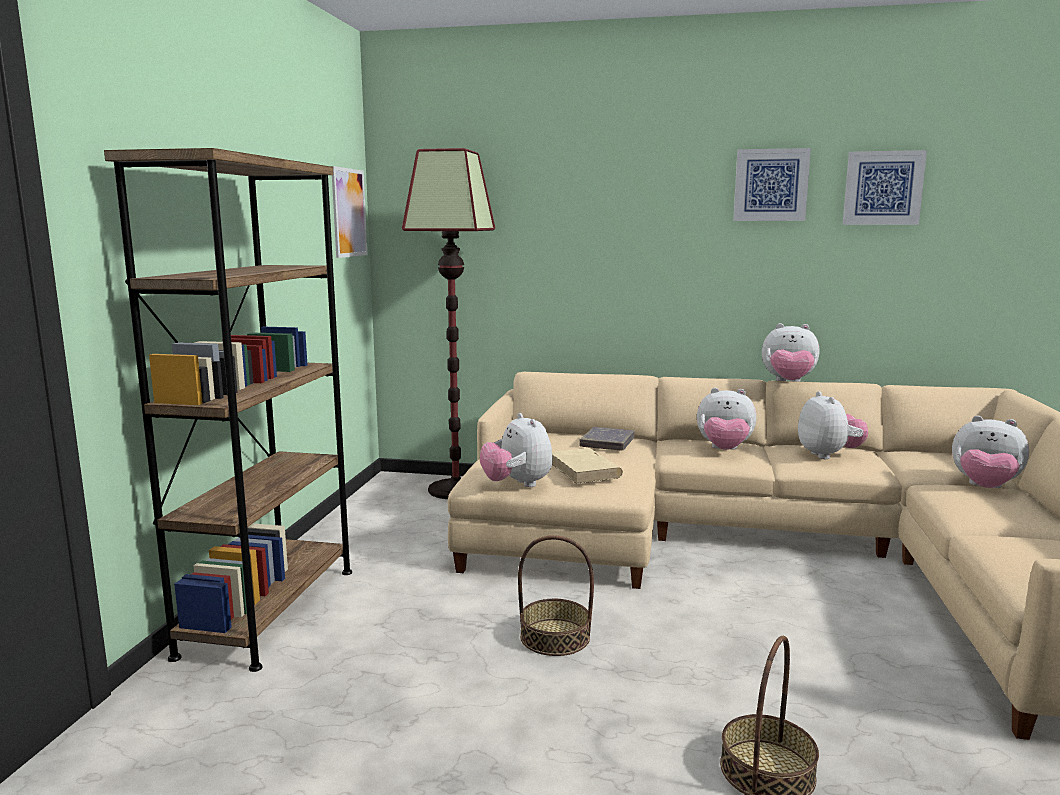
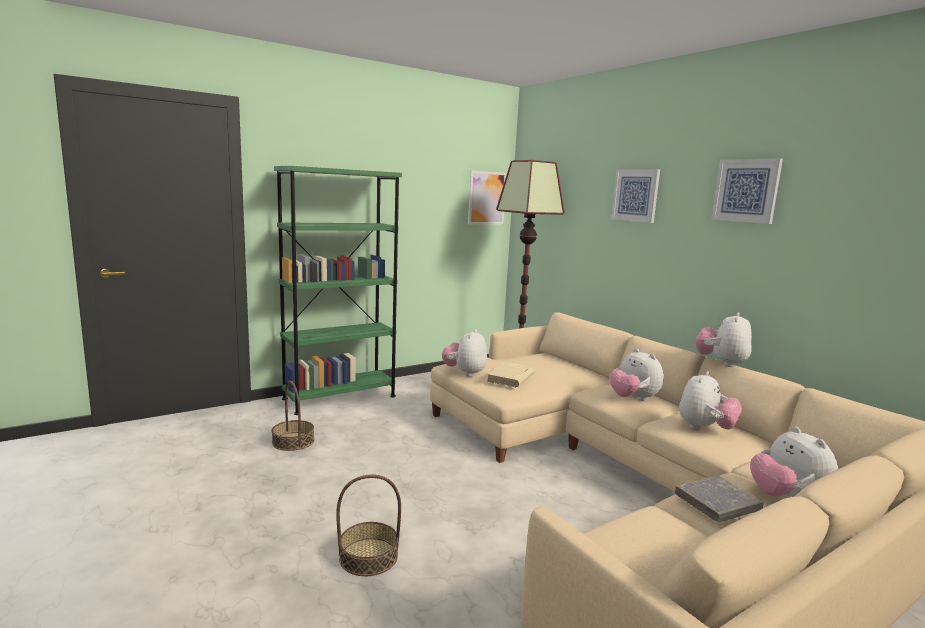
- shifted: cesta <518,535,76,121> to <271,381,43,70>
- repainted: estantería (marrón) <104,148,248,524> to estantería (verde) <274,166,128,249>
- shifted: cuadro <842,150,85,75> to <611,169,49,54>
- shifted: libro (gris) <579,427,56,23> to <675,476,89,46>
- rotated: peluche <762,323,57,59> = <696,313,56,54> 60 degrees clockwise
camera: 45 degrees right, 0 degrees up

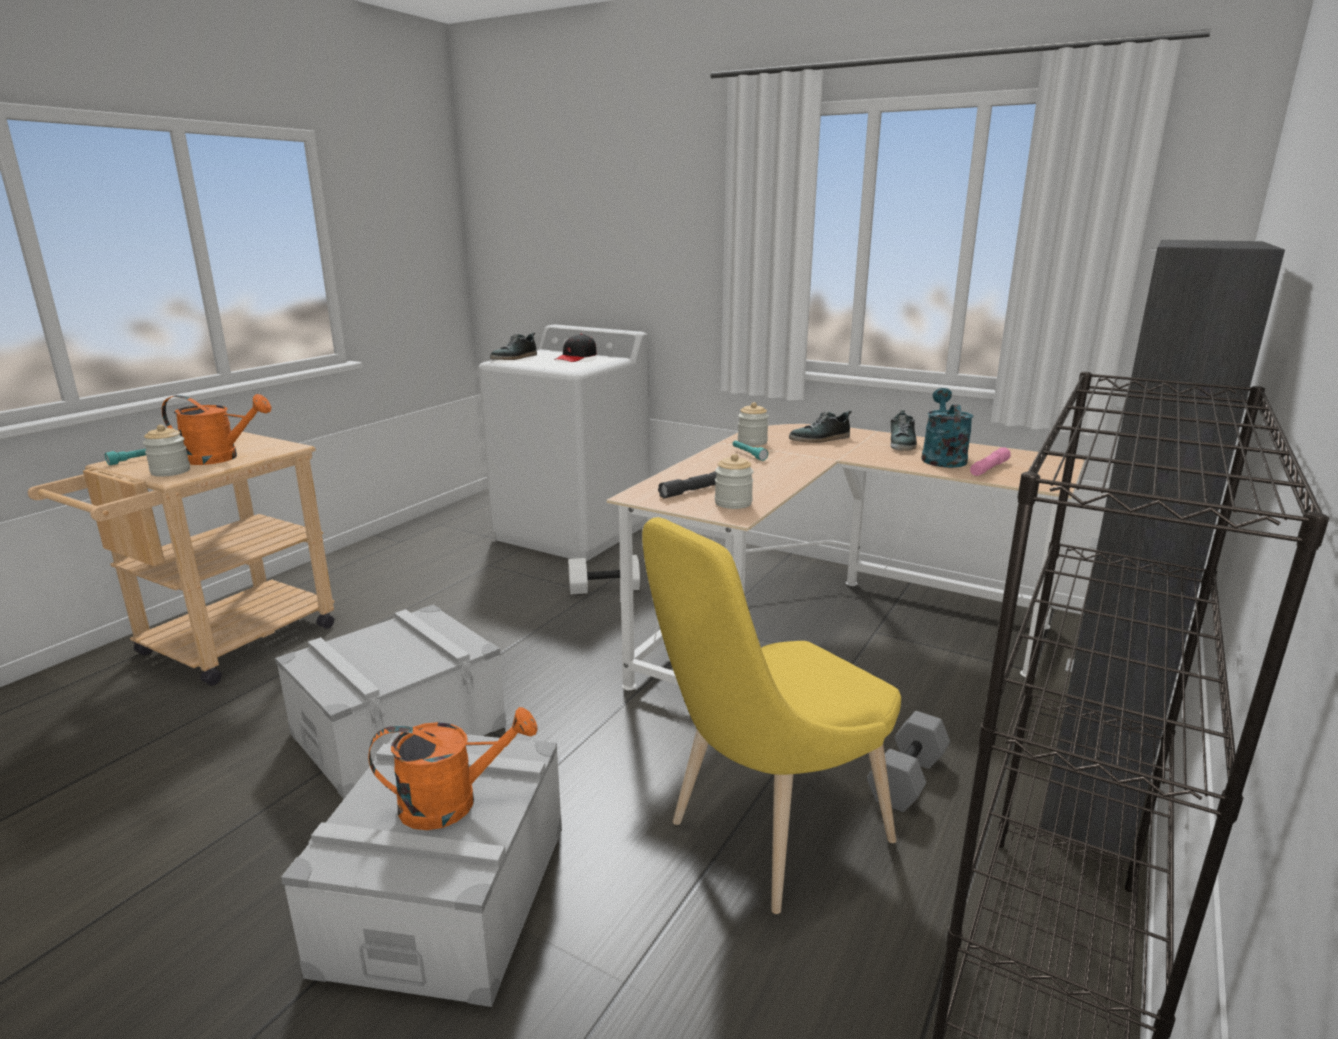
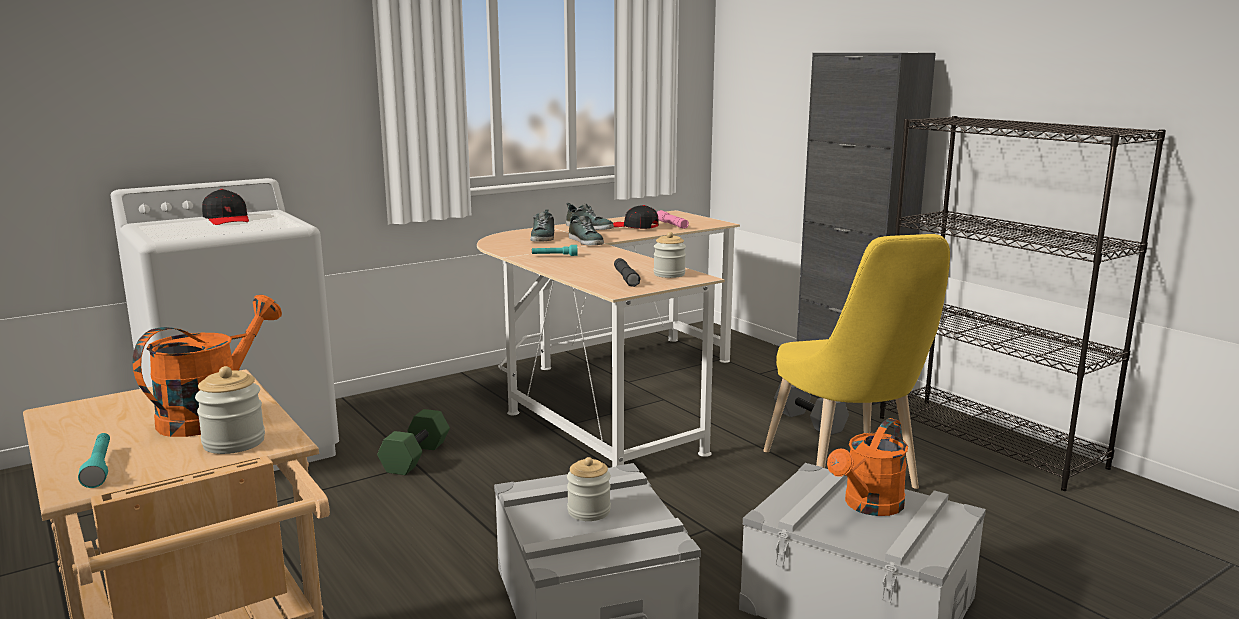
- repainted: mancuerna (blanco) <568,555,72,39> to mancuerna (verde) <377,409,73,66>
- shifted: tarro <738,402,31,44> to <567,457,44,64>
- shifted: zapato <490,332,47,28> to <569,213,35,32>
- swapped: regadera (turquesa) <921,388,53,80> to gorra (negro) <613,205,46,24>
- rotated: regadera (naranja) <368,707,170,123> = <827,418,81,98> 150 degrees counterclockwise
camera: 65 degrees left, 5 degrees down

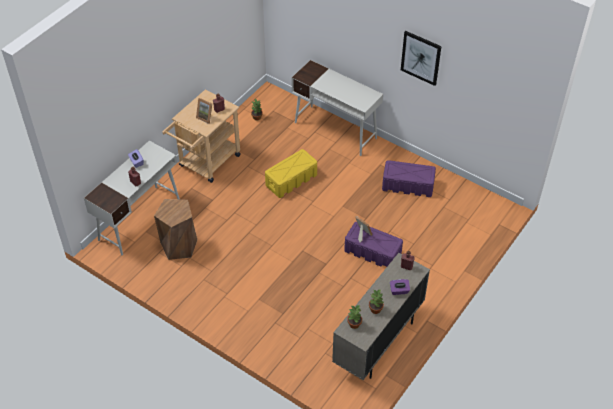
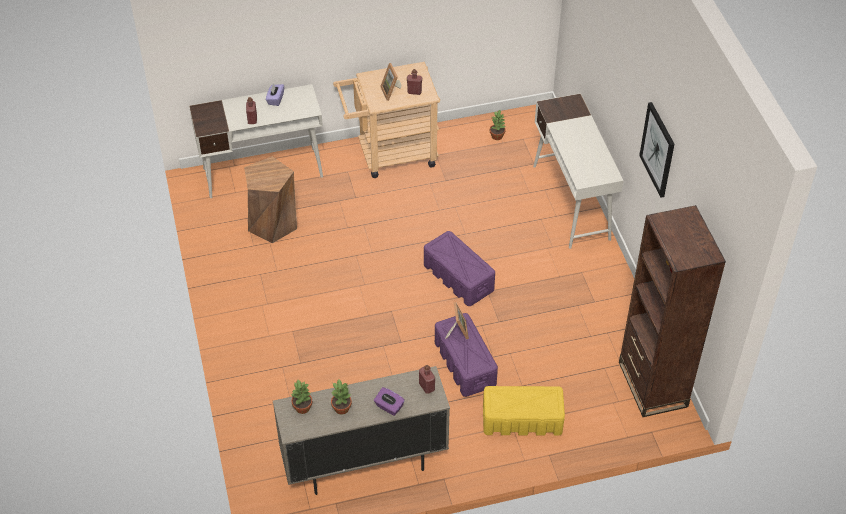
- shifted: caja de almacenaje (morado) <382,160,54,37> to <424,231,71,75>
- shifted: caja de almacenaje (amarillo) <265,149,52,49> to <483,386,82,50>
- new: estantería (marrón) <619,205,107,212>
camera: 40 degrees right, 0 degrees up

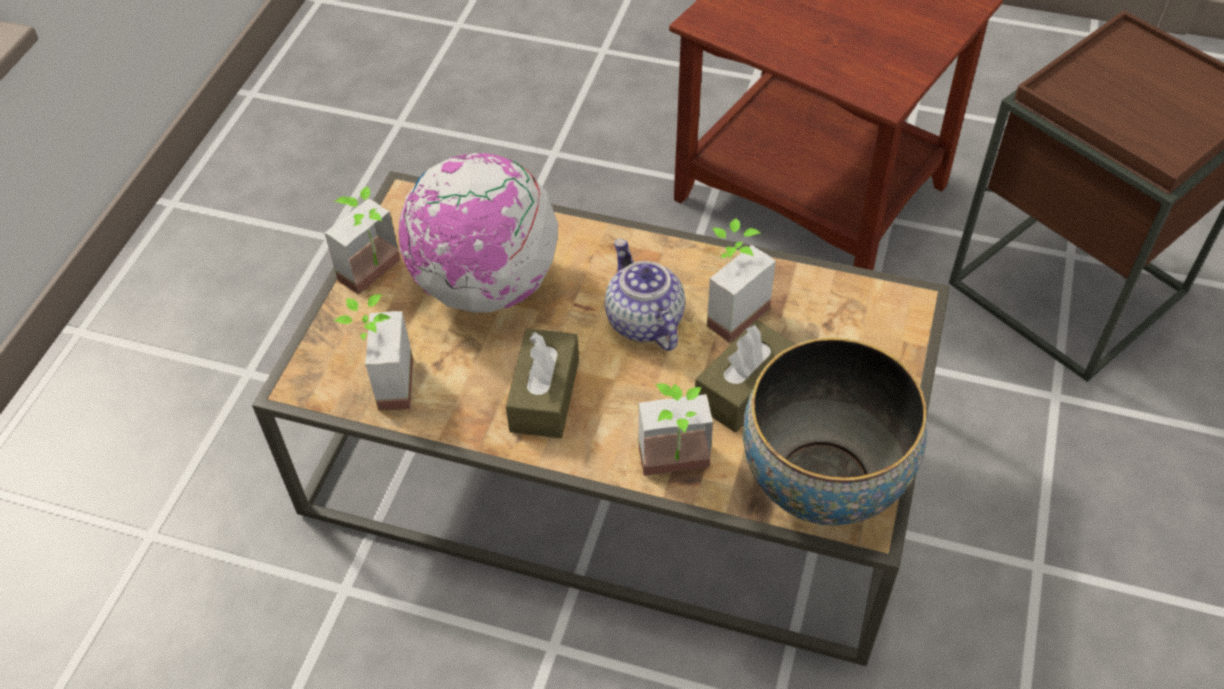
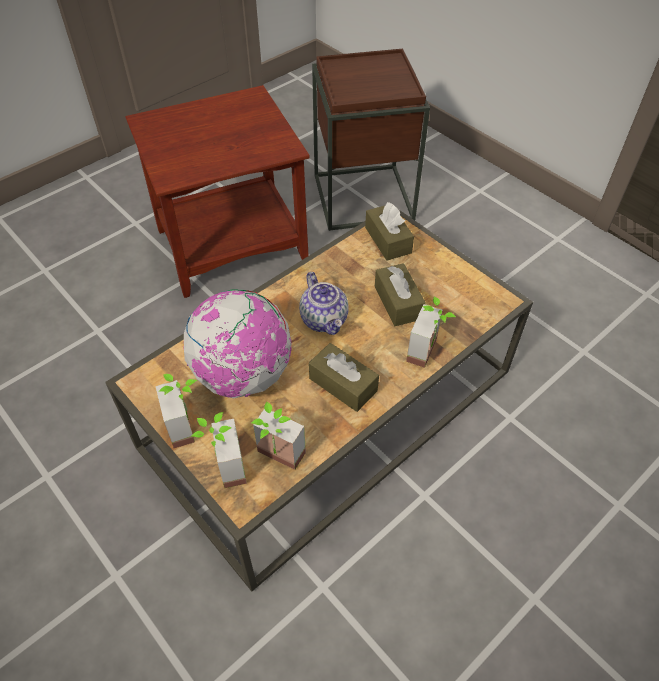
- shifted: planta en maceta <707,218,69,125> to <191,412,56,76>
- rotated: tetera <605,239,80,112> = <299,272,50,63> 120 degrees counterclockwise
- new: caja de pañuelos (marrón) <365,202,49,59>
- gone: cuenco <743,337,184,189>
camera: 60 degrees left, 0 degrees up

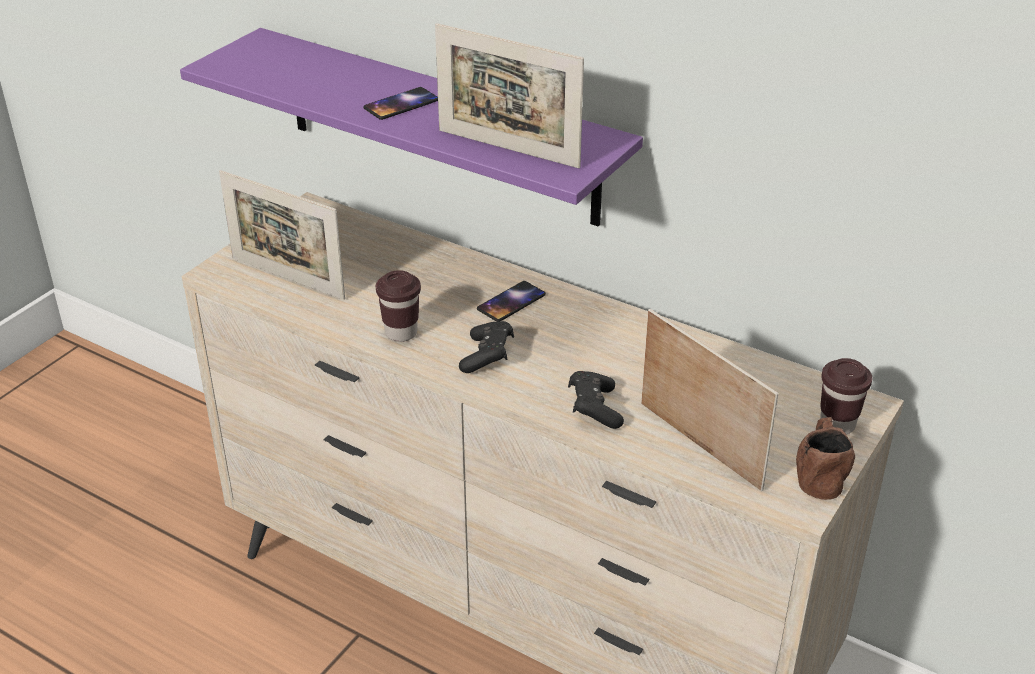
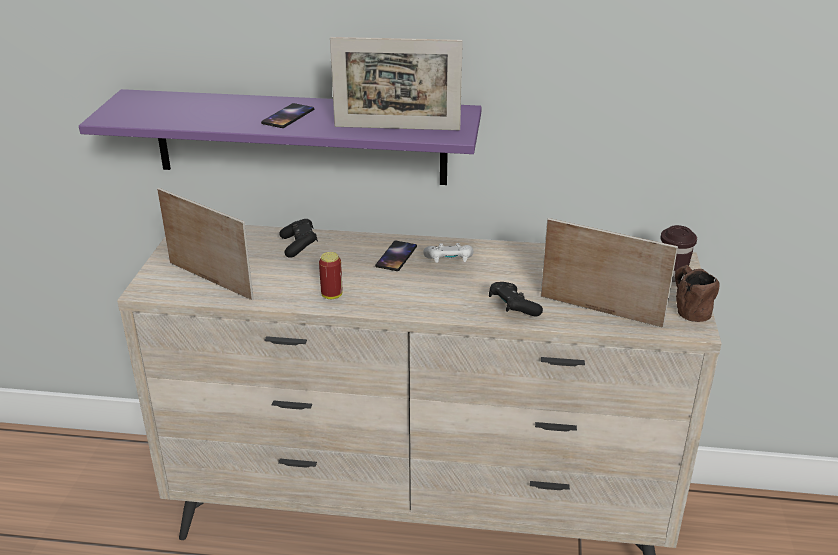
- rotated: portarretratos <219,170,126,130> = <157,188,97,112> 150 degrees counterclockwise
- shifted: mando de consola (negro) <459,321,55,52> to <279,219,39,39>
- swapped: taza (marrón) <376,270,45,72> to lata <319,252,24,47>
- new: mando de consola (blanco) <423,243,51,20>
camera: 25 degrees left, 5 degrees down

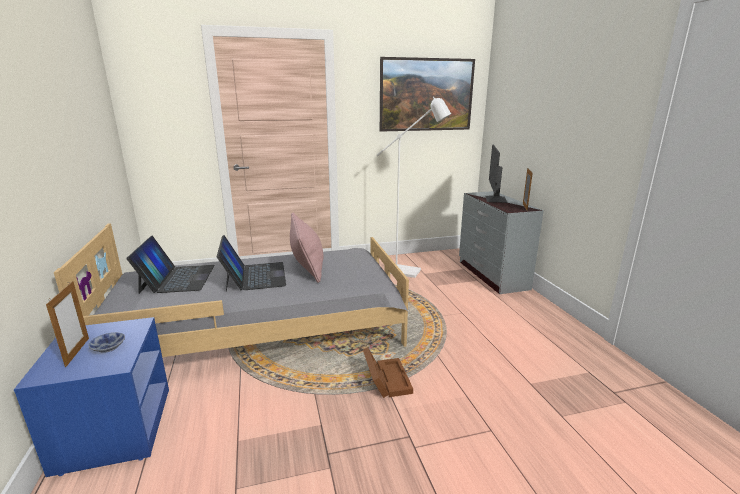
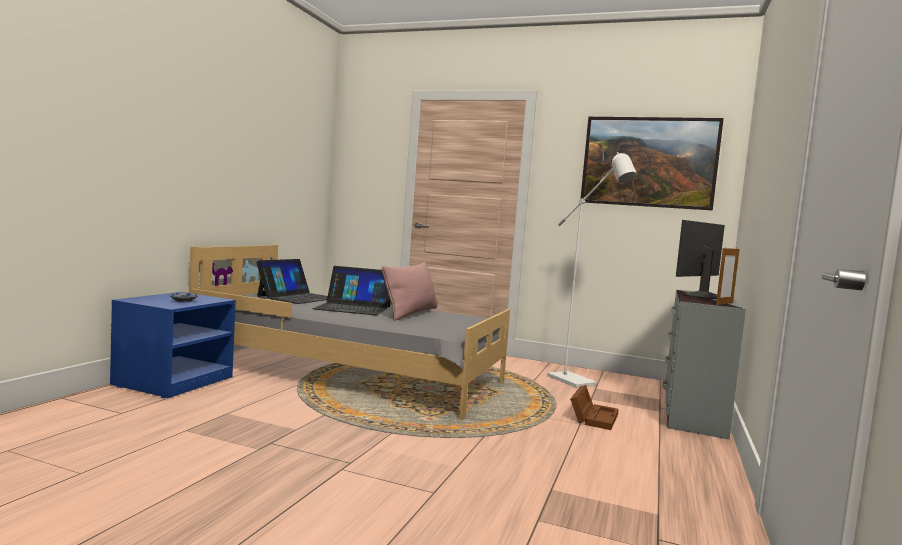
- rotated: portátil <217,235,69,57> = <312,266,78,49> 75 degrees clockwise
- shifted: caja de almacenaje (marrón) <363,347,50,51> to <570,385,49,45>
- gone: portarretratos <46,281,43,86>
camera: 35 degrees right, 15 degrees down

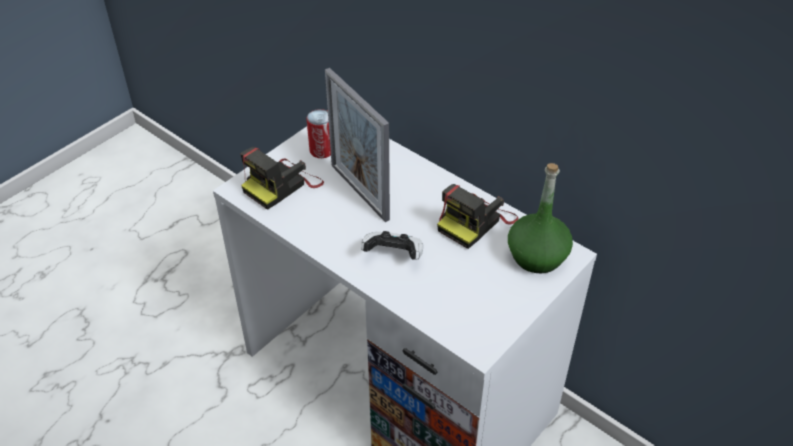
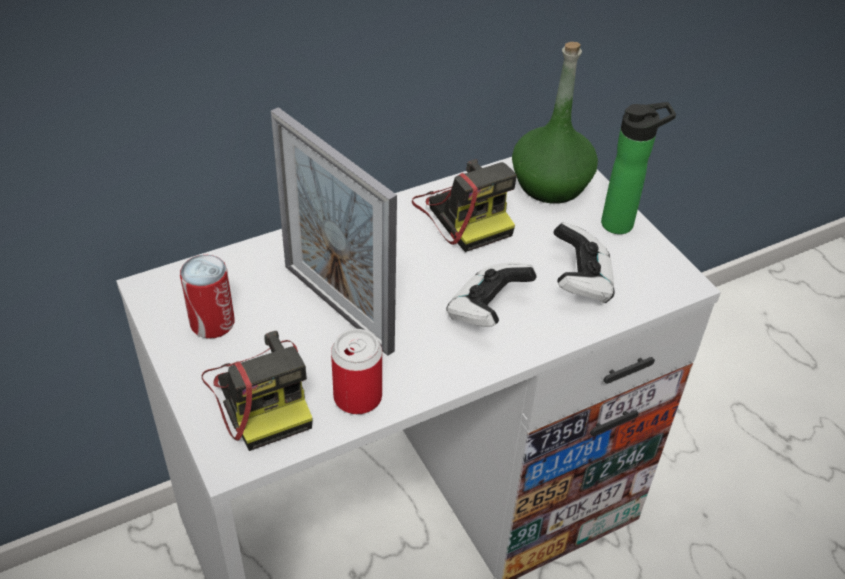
- rotated: portarretratos <325,68,65,154> = <271,107,126,249> 60 degrees clockwise
- new: lata <331,329,51,85>
- new: mando de consola <554,222,61,81>
- new: botella <601,102,75,132>
camera: 70 degrees left, 0 degrees up

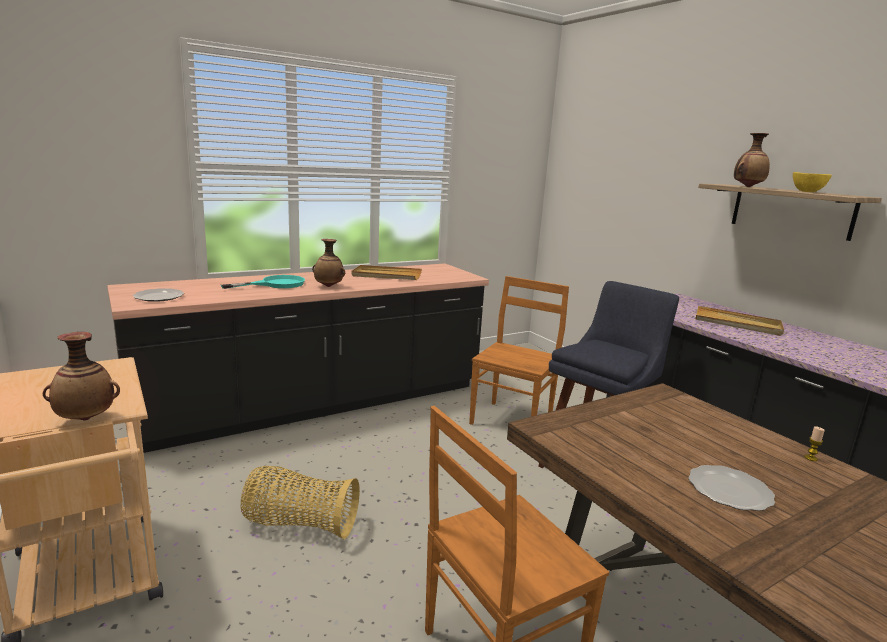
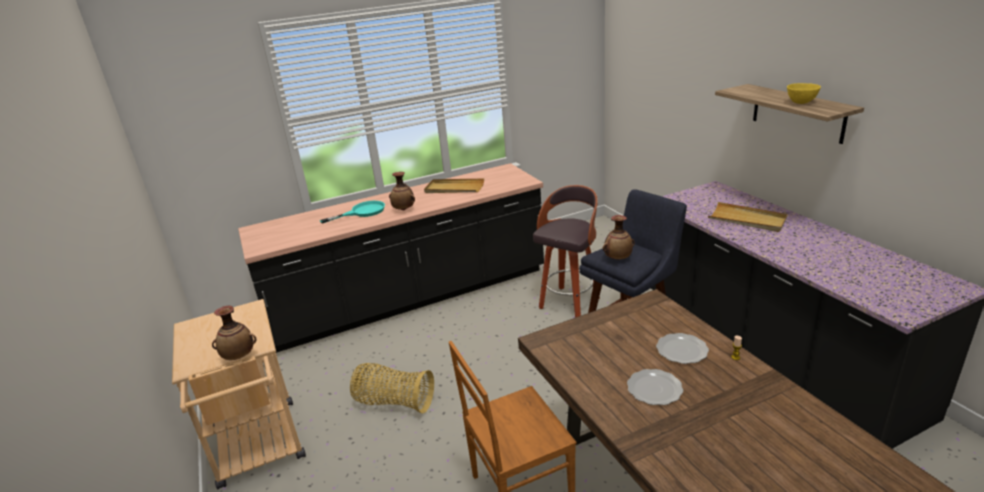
- swapped: silla (marrón) <469,276,100,149> to taburete <533,185,67,133>
- shifted: florero <734,133,36,54> to <602,215,33,45>
- shifted: plato <133,288,51,14> to <656,333,53,31>
camera: 10 degrees right, 10 degrees up

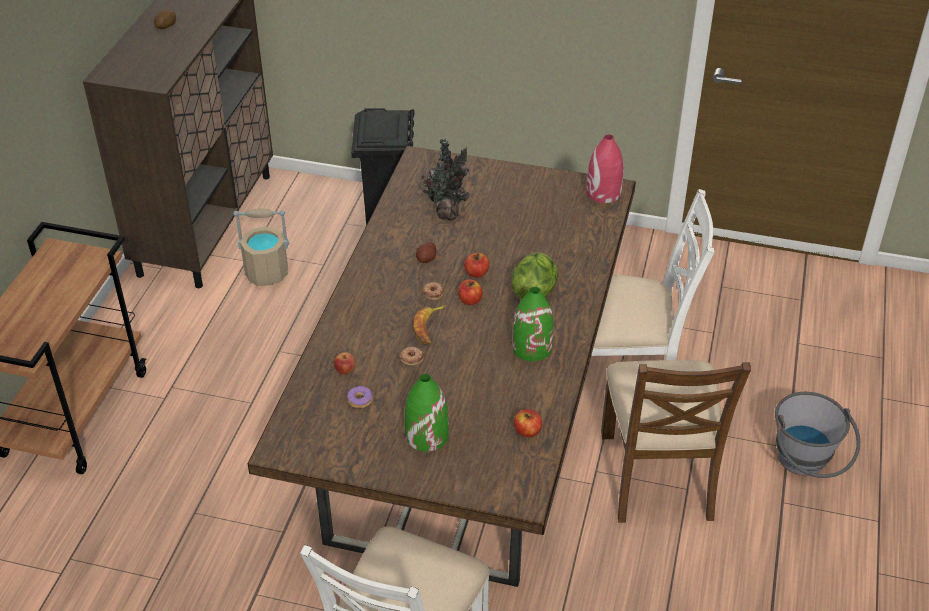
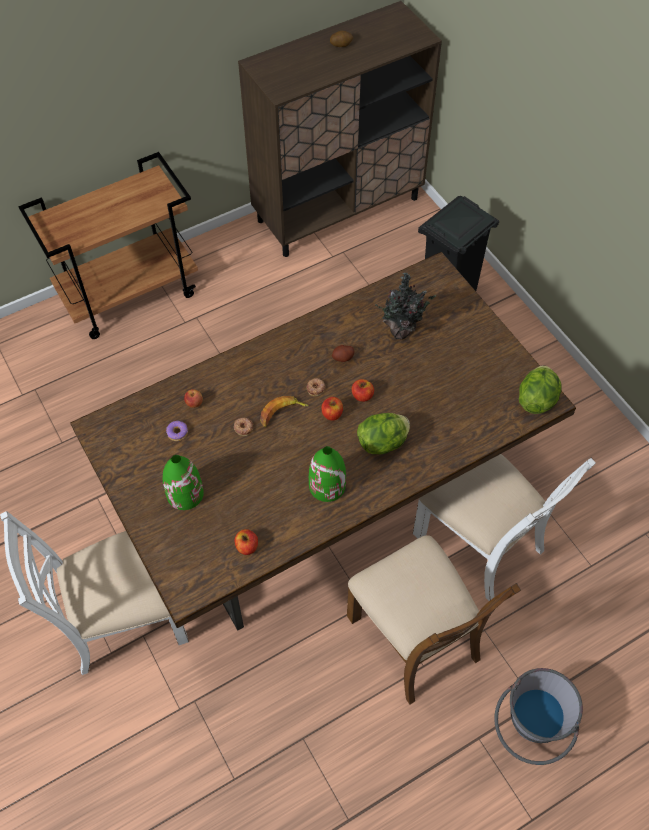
- rotated: silla (marrón) <601,360,150,163> = <347,535,174,169> 75 degrees counterclockwise
- swapped: florero (rojo) <586,135,37,68> to lechuga <519,365,43,49>
- gone: cubo (beis) <233,209,56,77>
camera: 45 degrees right, 15 degrees up

